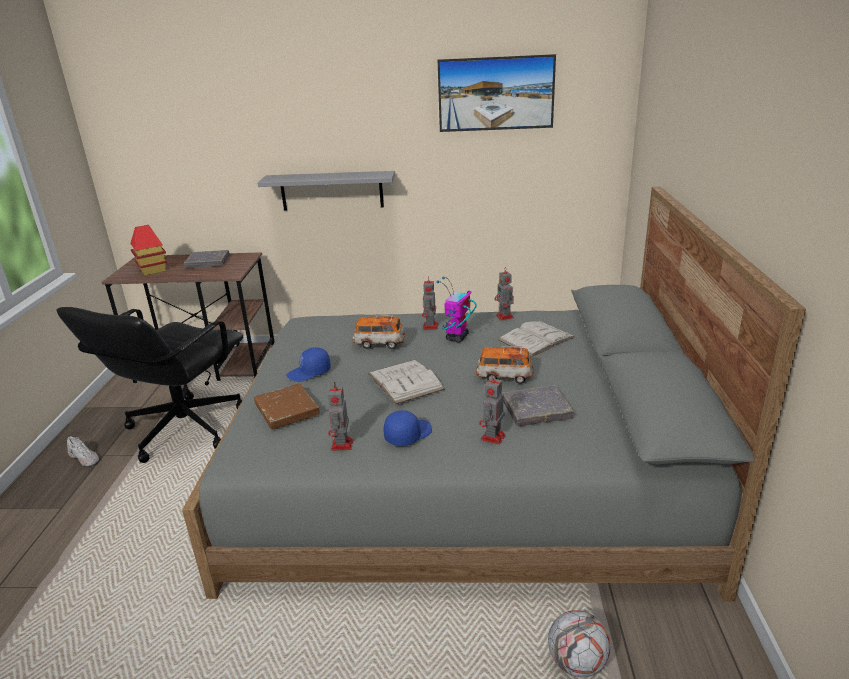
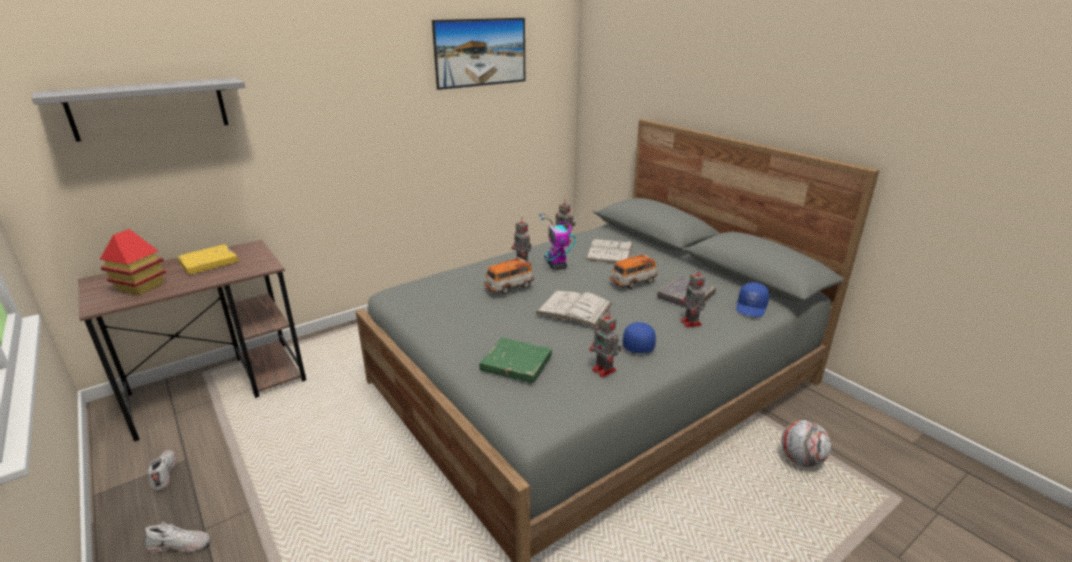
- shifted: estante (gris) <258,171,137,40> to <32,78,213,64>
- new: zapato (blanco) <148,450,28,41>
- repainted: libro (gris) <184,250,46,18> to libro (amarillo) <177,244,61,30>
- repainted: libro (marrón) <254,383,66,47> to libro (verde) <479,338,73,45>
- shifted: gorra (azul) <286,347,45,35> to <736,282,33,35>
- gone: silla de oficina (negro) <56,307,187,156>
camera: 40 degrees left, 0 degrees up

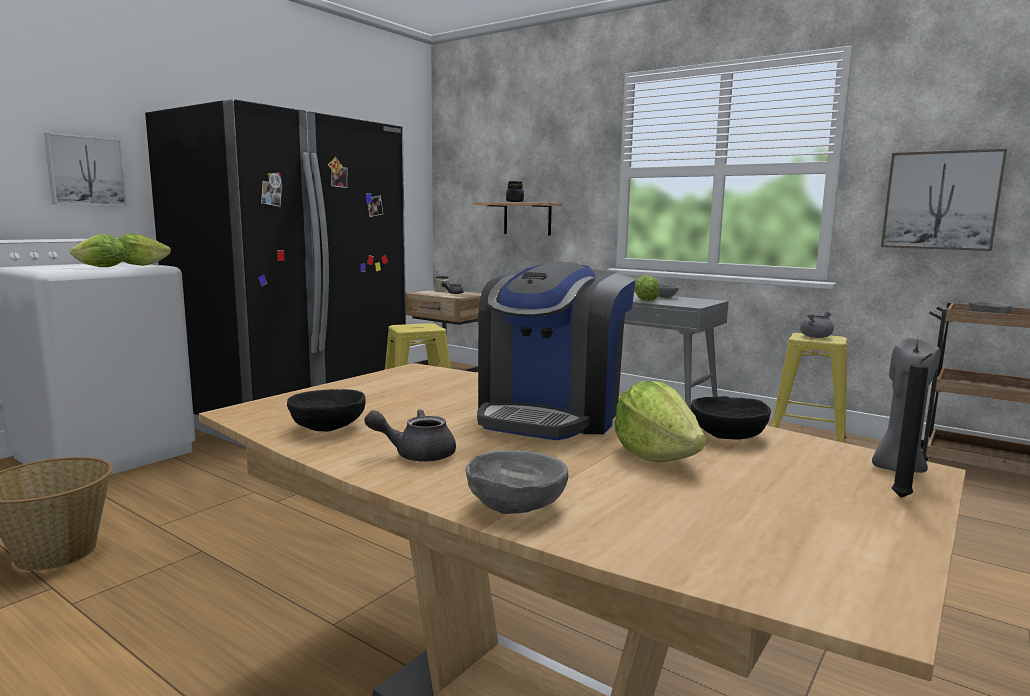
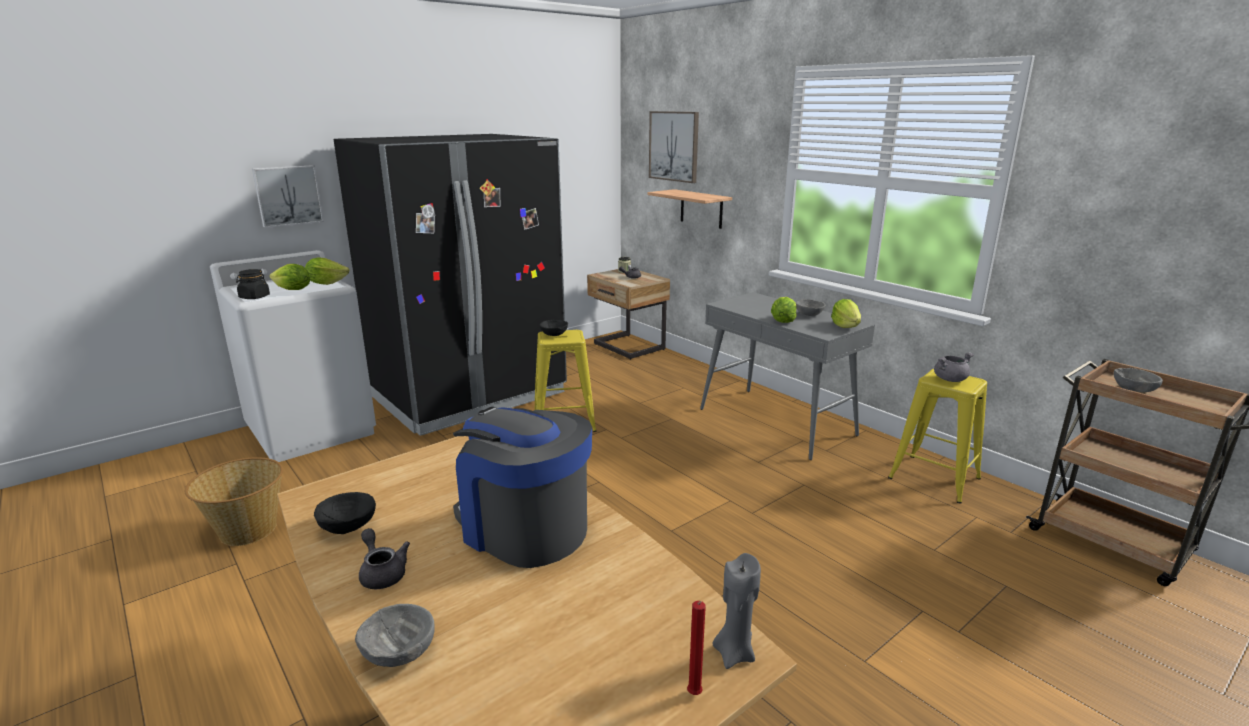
- shifted: tarro (negro) <506,181,18,21> to <236,269,34,30>
- rotated: tetera (gris) <364,409,92,53> = <359,528,51,61> 45 degrees clockwise
- rotated: cafetera <477,262,159,178> = <453,407,139,161> 90 degrees clockwise
- shifted: cuenco (negro) <691,396,80,44> to <540,320,28,16>
- shifted: cuadro <881,149,126,102> to <649,111,50,72>
- repainted: vela (negro) <892,353,41,145> to vela (rojo) <687,601,19,94>
- shifted: lechuga <615,381,91,81> to <831,299,30,29>
camera: 15 degrees right, 10 degrees up

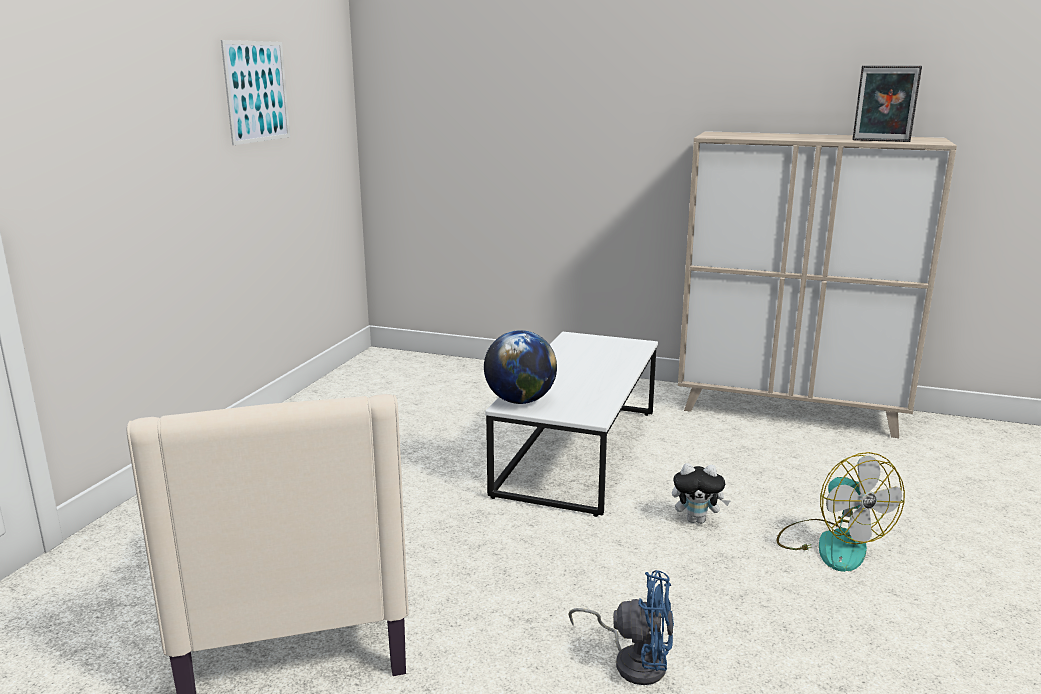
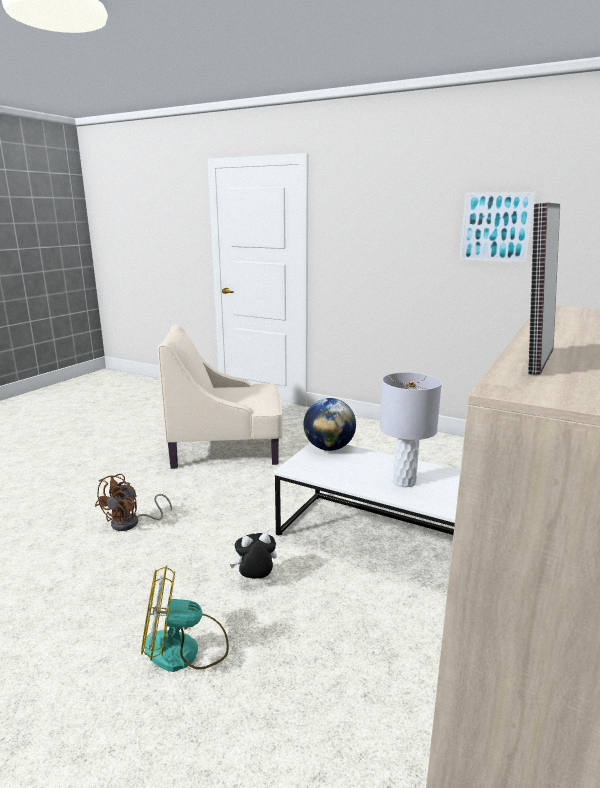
- repainted: ventilador (azul) <568,570,106,115> to ventilador (marrón) <95,474,77,57>
- rotated: peluche <672,463,58,61> = <230,533,47,46> 60 degrees clockwise
- new: lámpara de mesa (gris) <380,372,62,115>
camera: 100 degrees right, 0 degrees up

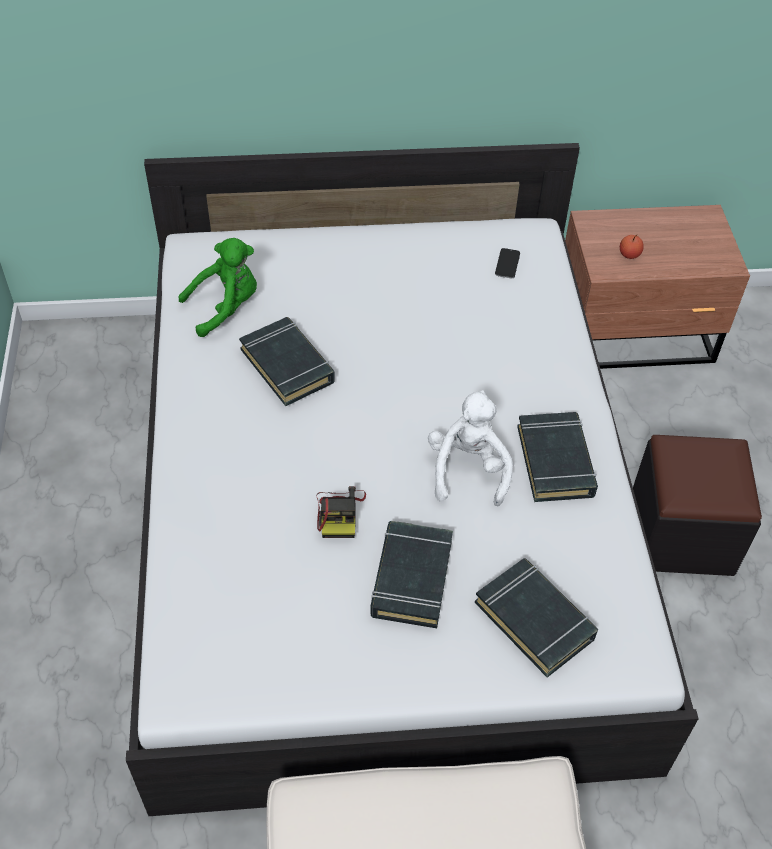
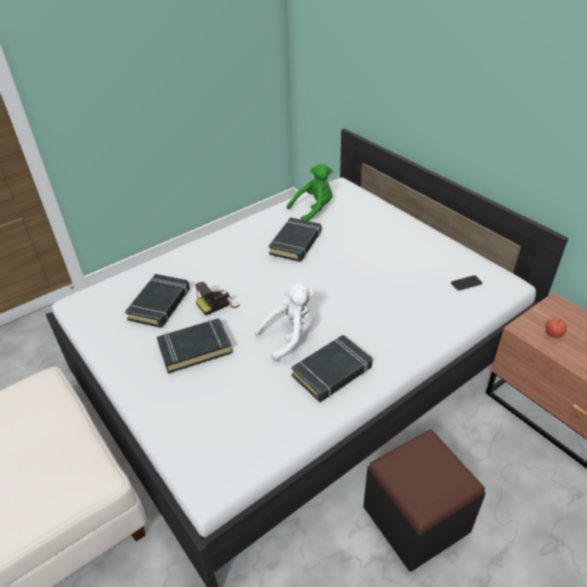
- shifted: libro (negro) <475,558,123,119> to <125,274,65,54>
- rotated: peluche (verde) <179,238,78,99> = <287,163,46,58> 60 degrees counterclockwise
camera: 60 degrees right, 10 degrees down

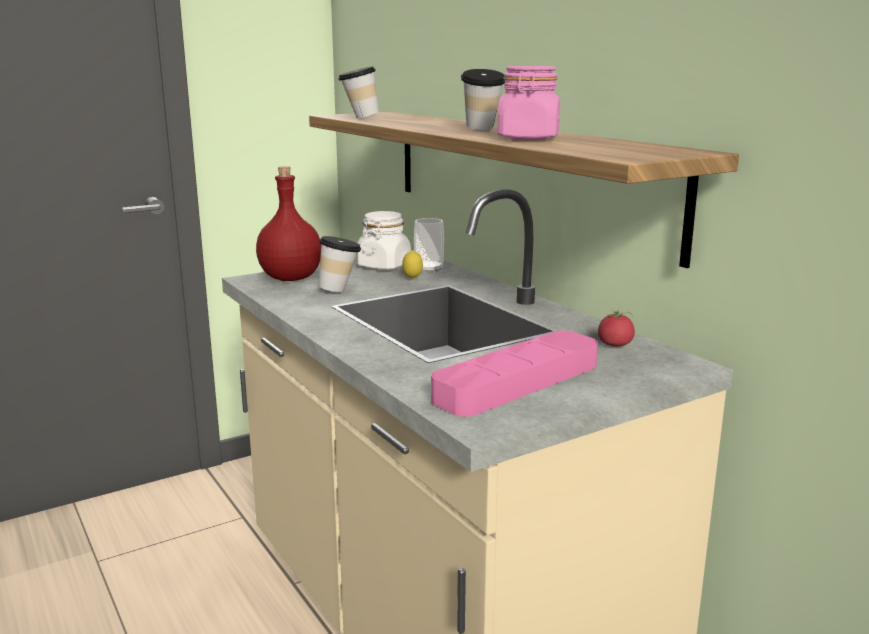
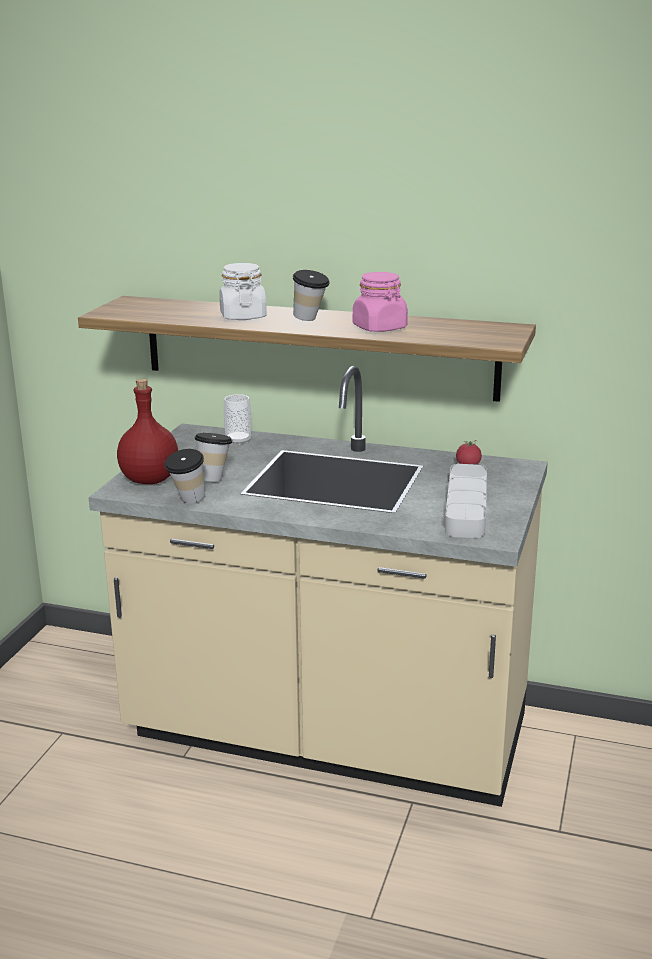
- shifted: taza <338,66,41,52> to <164,449,41,54>
- shifted: tarro (blanco) <357,211,54,58> to <219,263,48,57>
- repainted: bandeja (rosa) <431,331,167,86> to bandeja (gris) <445,464,42,74>
- gone: limón <402,250,21,29>
camera: 40 degrees left, 5 degrees up

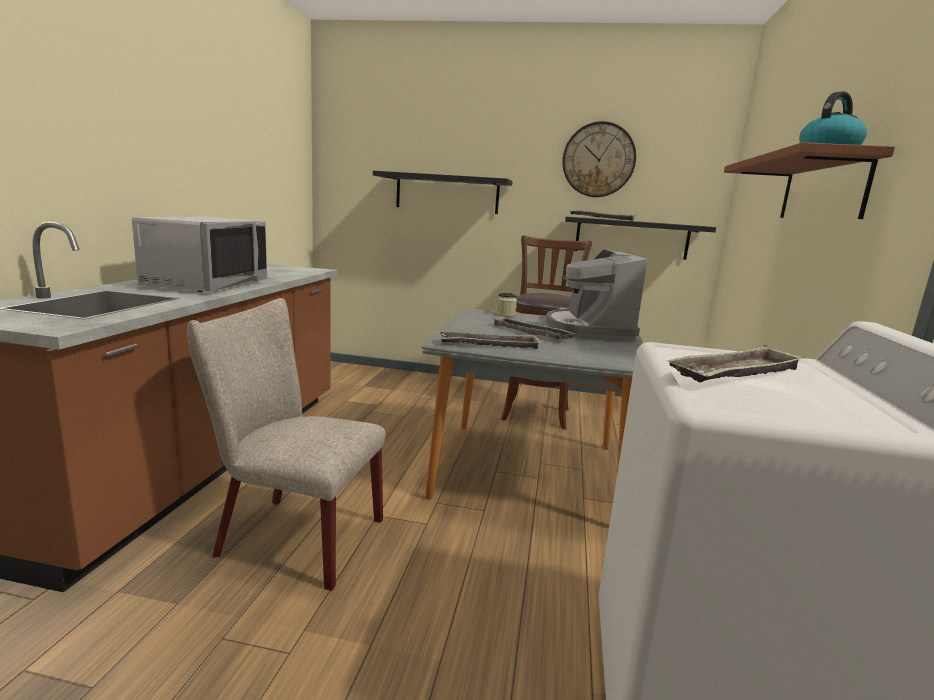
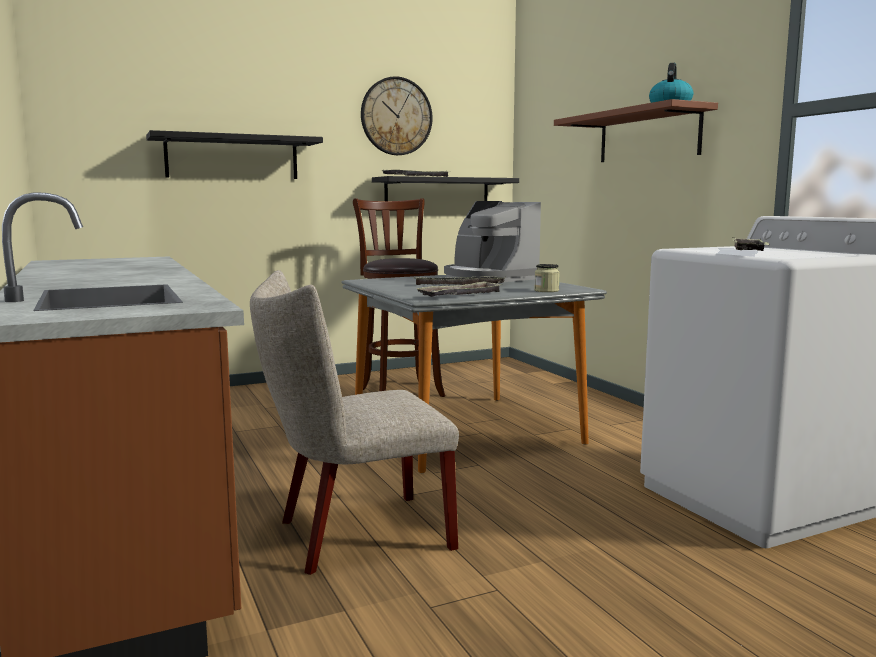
- shifted: tarro <496,293,21,24> to <534,264,26,28>
- gone: microondas (gris) <132,216,135,76>
camera: 35 degrees left, 5 degrees down

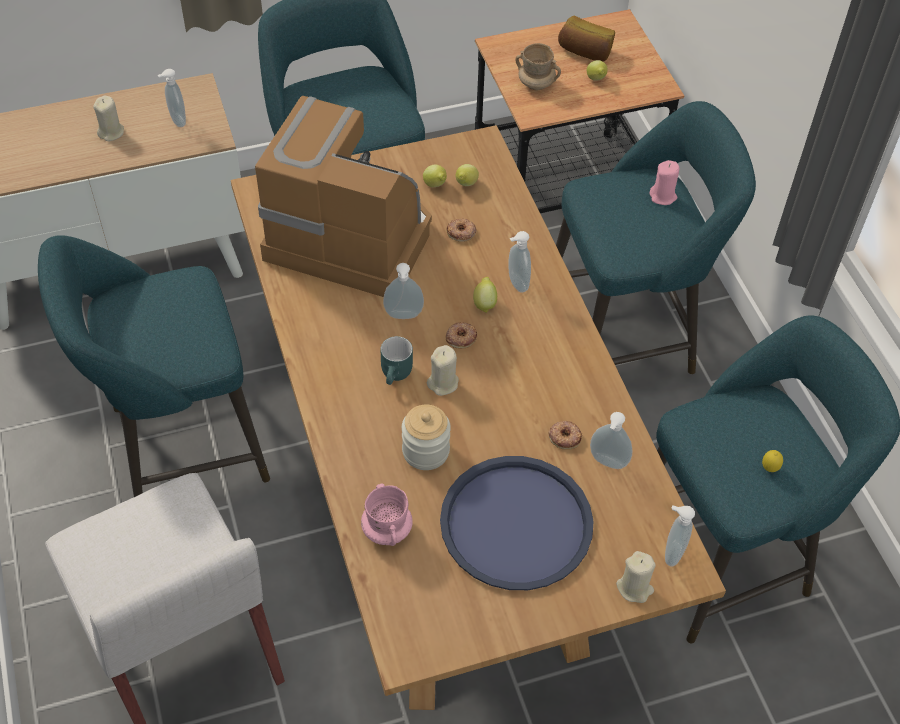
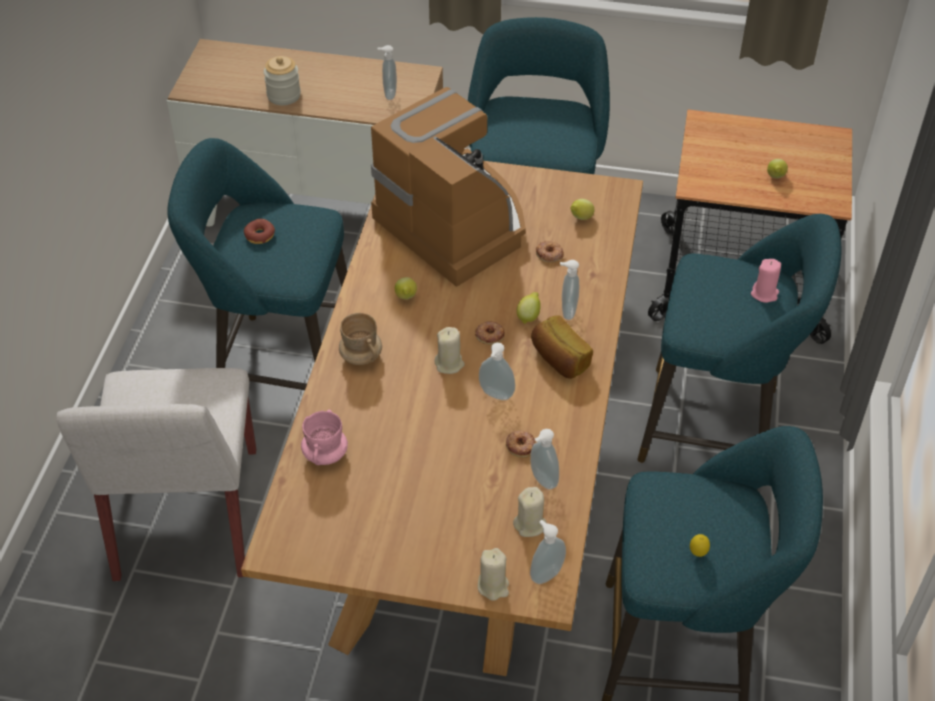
- new: rosquilla <244,219,31,25>
- shifted: tarro <402,405,49,65> to <264,56,37,49>
- shifted: taza grande (beis) <515,43,46,47> to <339,313,43,52>
- shifted: limón <423,164,24,23> to <395,277,22,23>
- shifted: dispensador de jabón <383,263,41,56> to <479,343,36,57>
- shifted: vela (beis) <93,95,31,46> to <513,487,34,50>
- shifted: pan <558,16,57,45> to <531,315,62,64>
- gone: taza grande (turquesa) <381,336,32,49>
- gone: bandeja (azul) <440,456,154,134>
camera: 30 degrees right, 5 degrees down

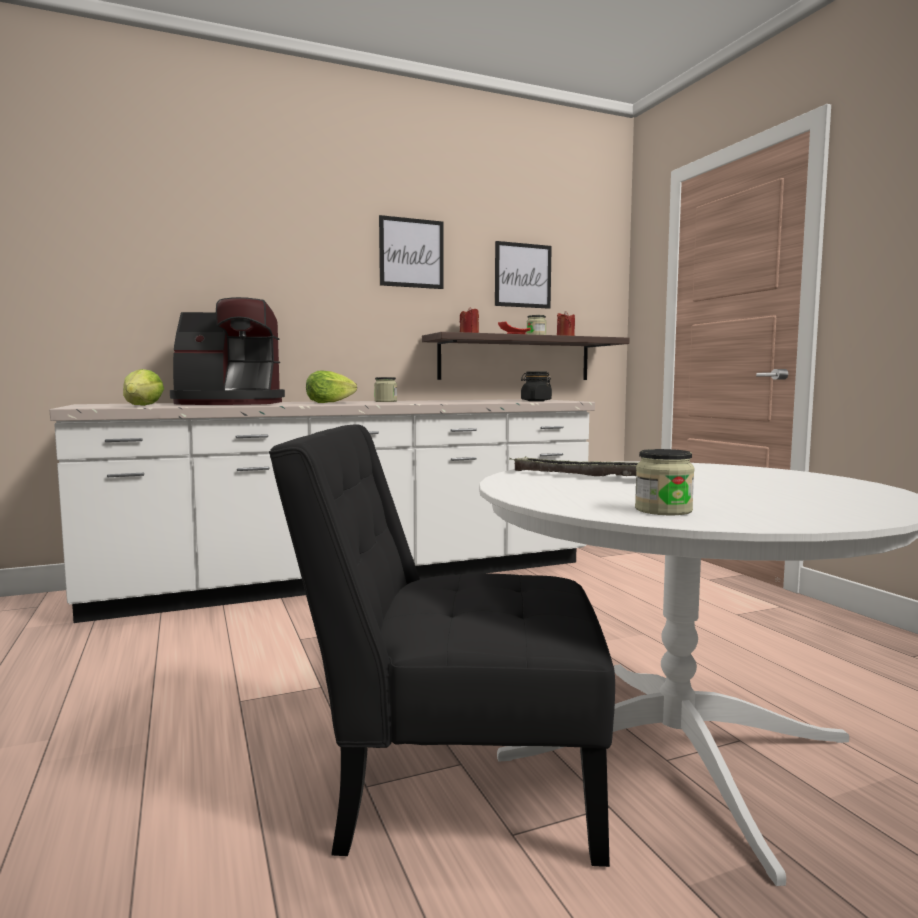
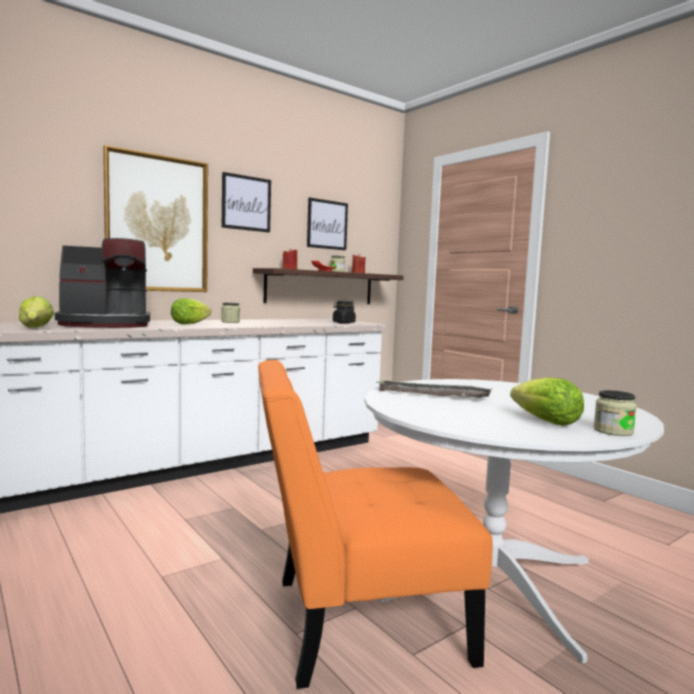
- new: cuadro <103,145,105,147>
- repainted: silla (negro) <269,424,346,443> to silla (naranja) <258,360,234,329>
- new: lechuga <510,377,74,49>
- shifted: tarro <635,449,60,66> to <594,390,43,46>
camera: 15 degrees left, 0 degrees up

